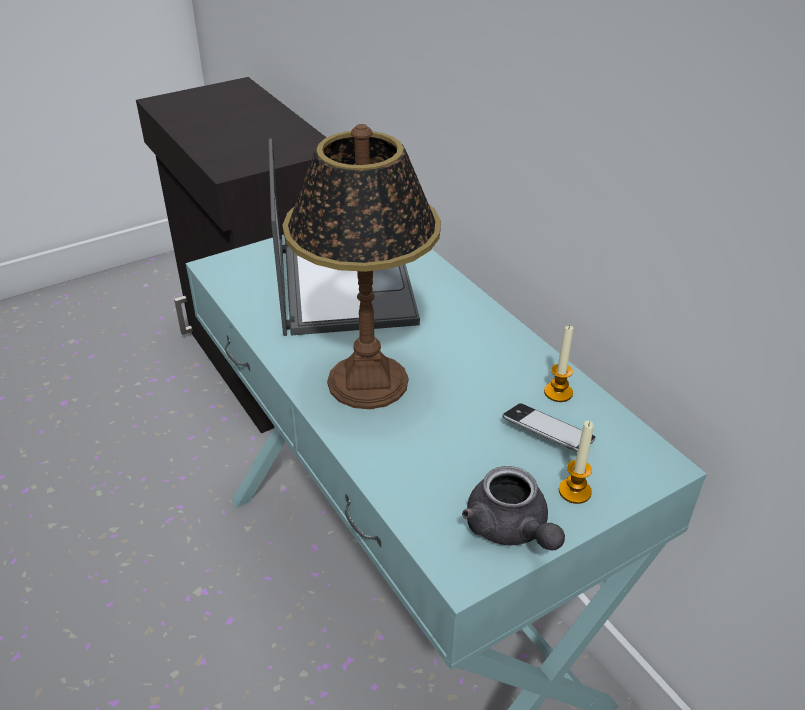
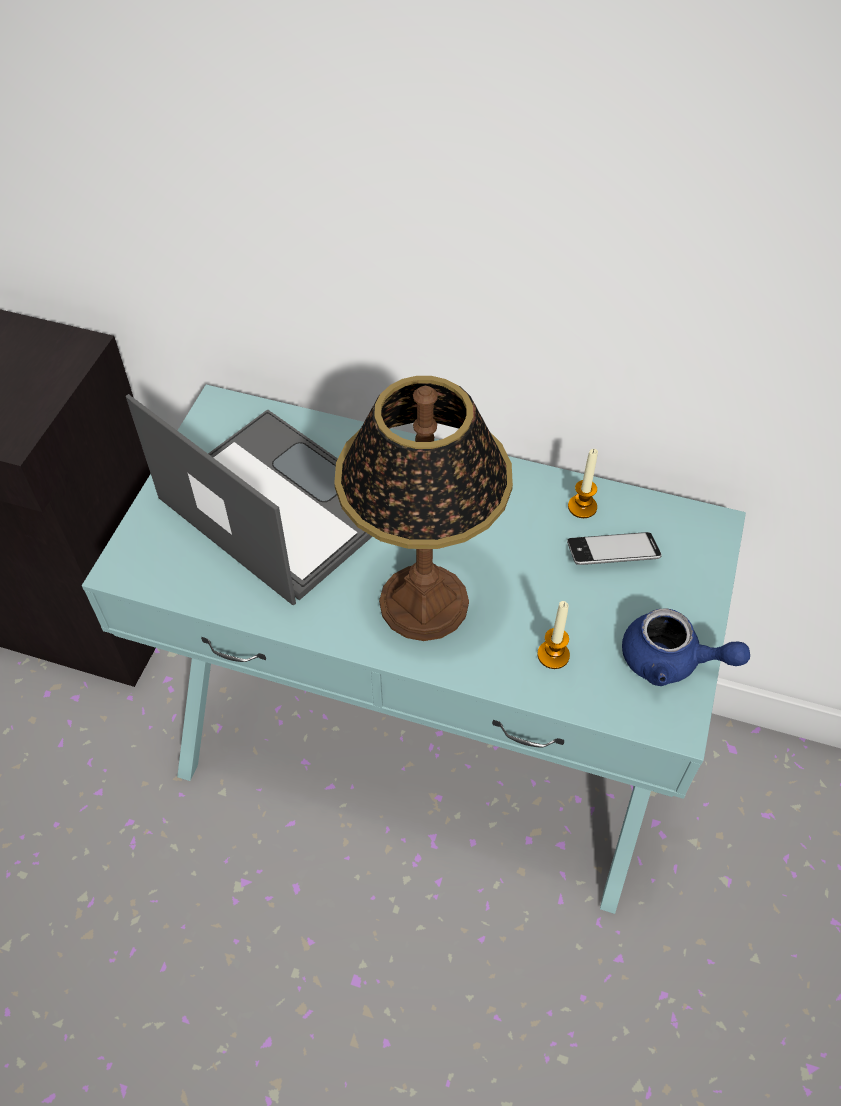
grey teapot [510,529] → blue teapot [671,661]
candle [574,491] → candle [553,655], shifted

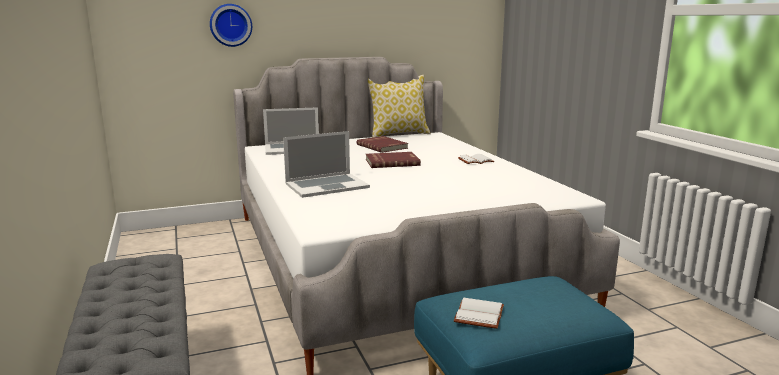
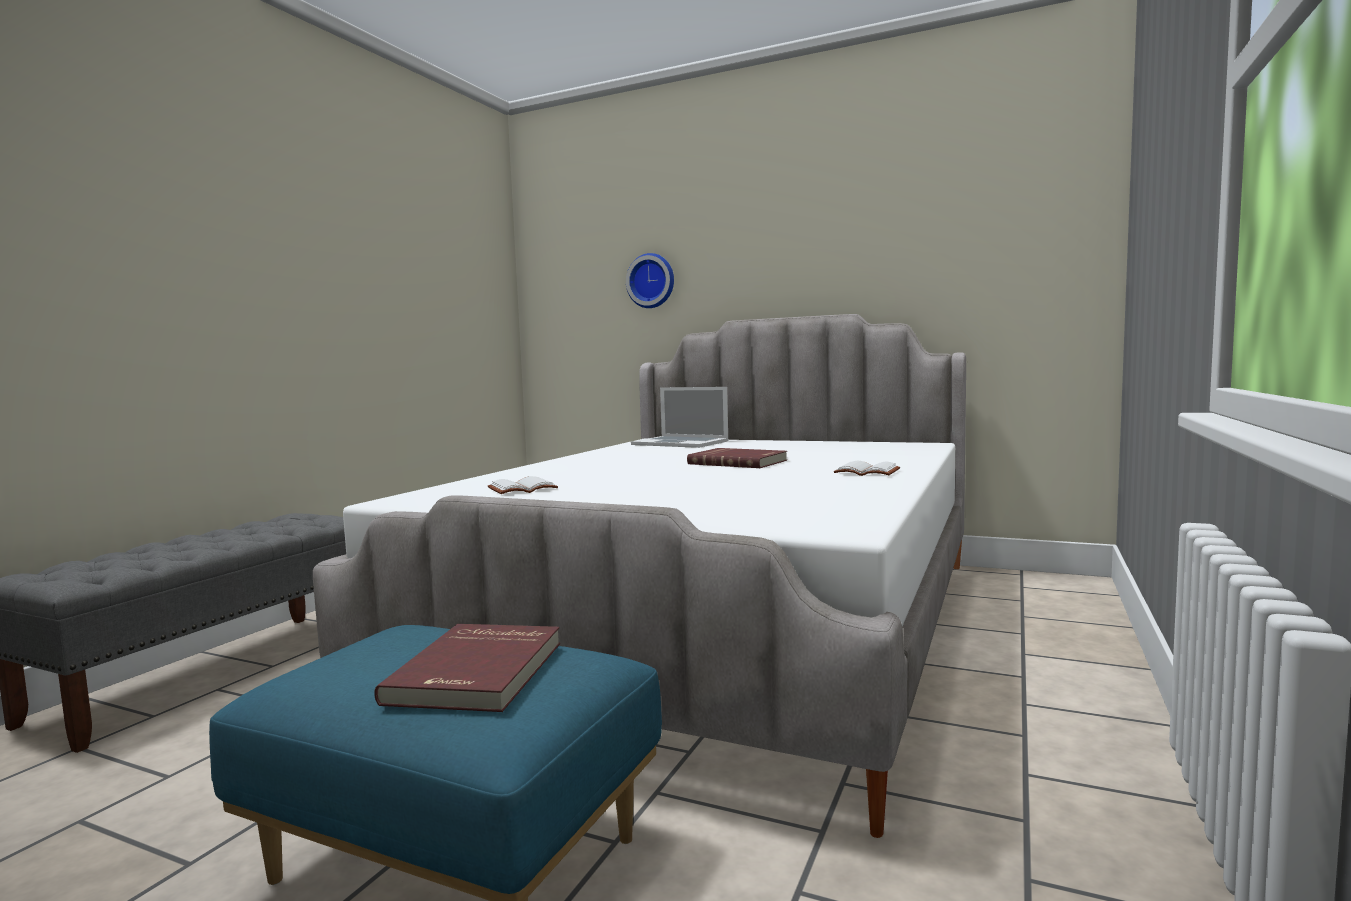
laptop [326,185] → -
red book [382,146] → red book [480,672], shifted
pillow [398,134] → -
white book [480,315] → white book [521,489], shifted

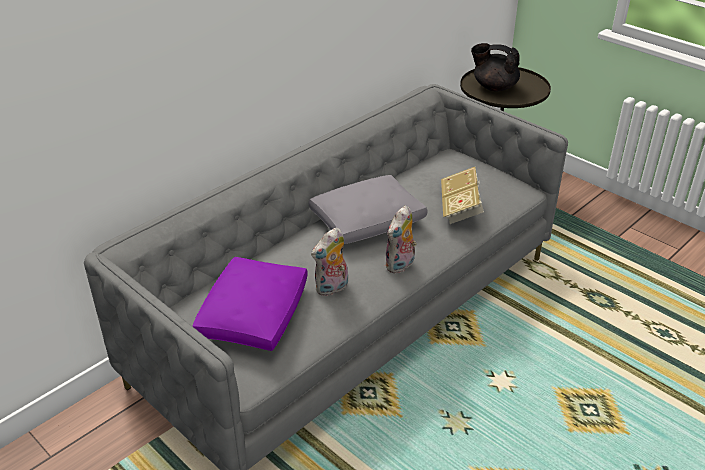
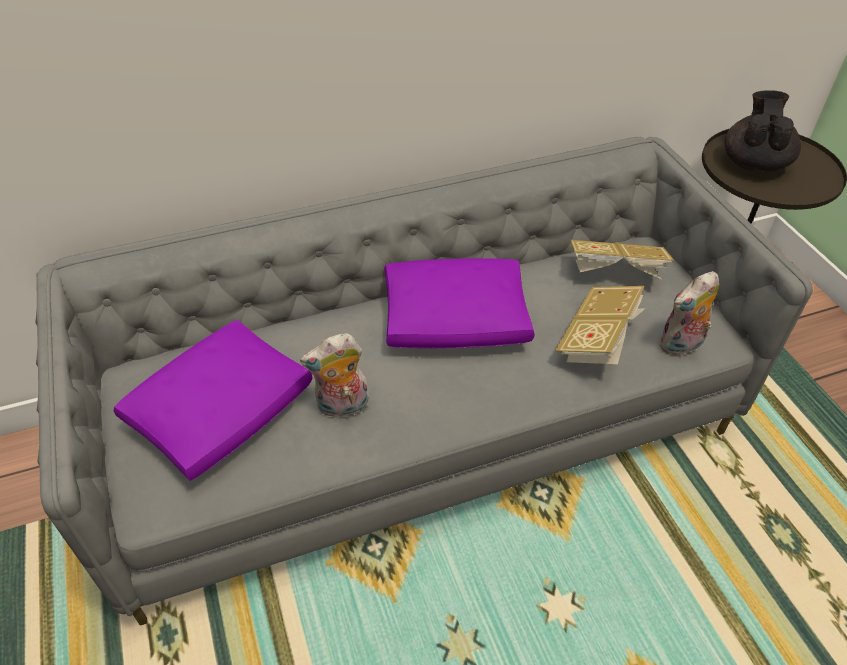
grey pillow [368,221] → purple pillow [456,318]
plush toy [400,265] → plush toy [681,346], shifted
black teapot [494,87] → black teapot [754,163], 60 degrees clockwise
- → book [614,273]

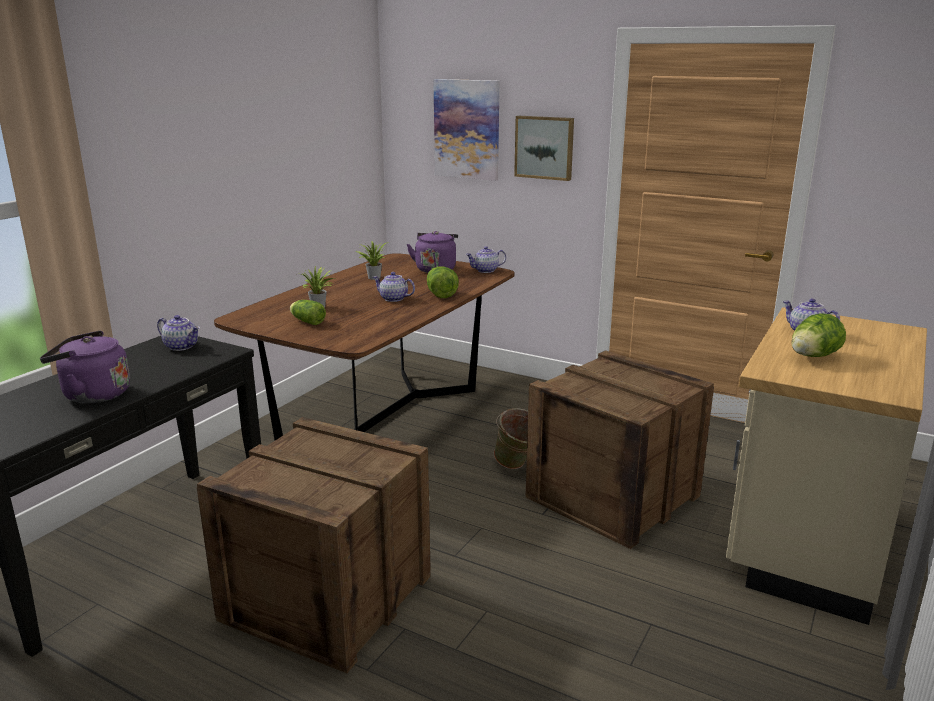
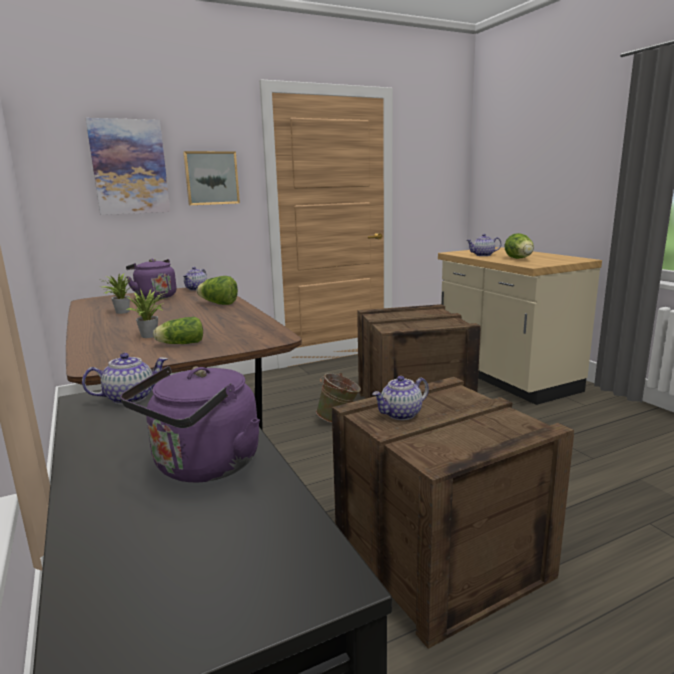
teapot [393,299] → teapot [401,414], shifted

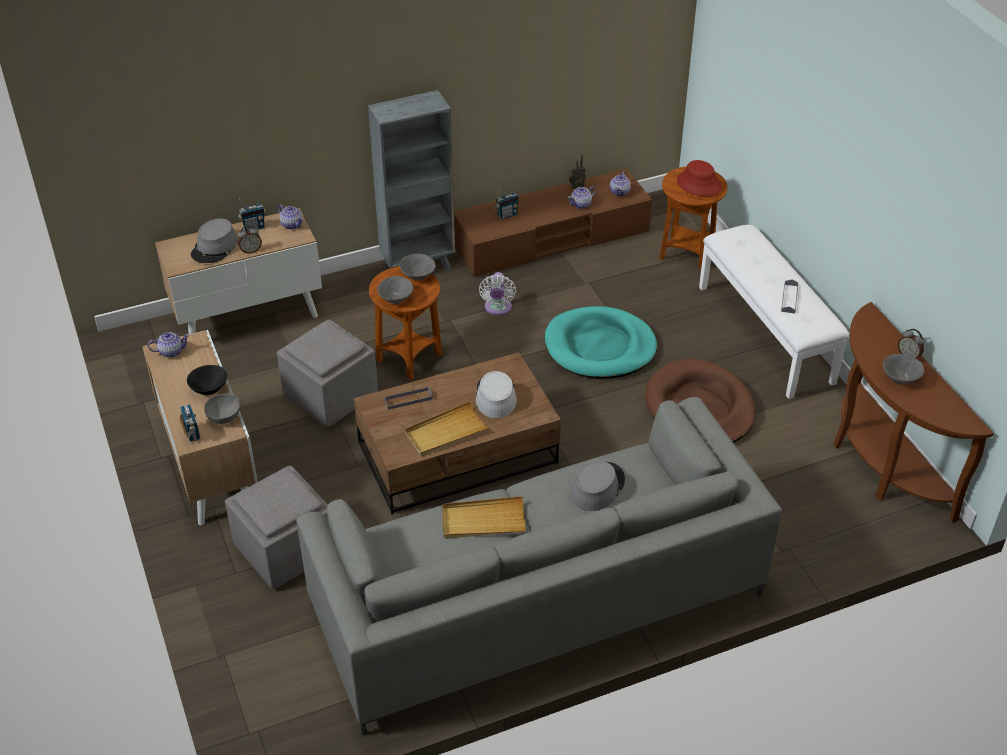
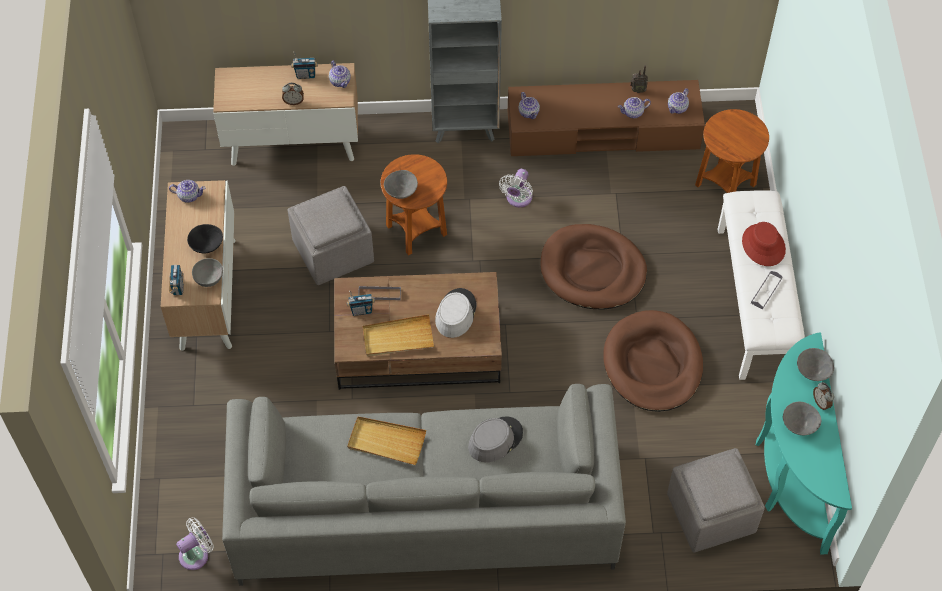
grey hat [214,248] → -
grey ottoman [285,551] → grey ottoman [710,514], shifted
grey bowl [418,276] → grey bowl [813,372], shifted
radio [507,215] → radio [361,310], shifted
turquoise dog bed [600,347] → brown dog bed [592,270]
red hat [699,184] → red hat [763,245], shifted
brown console table [880,462] → turquoise console table [789,473]
- → white fan [196,554]
- → teapot [528,112]

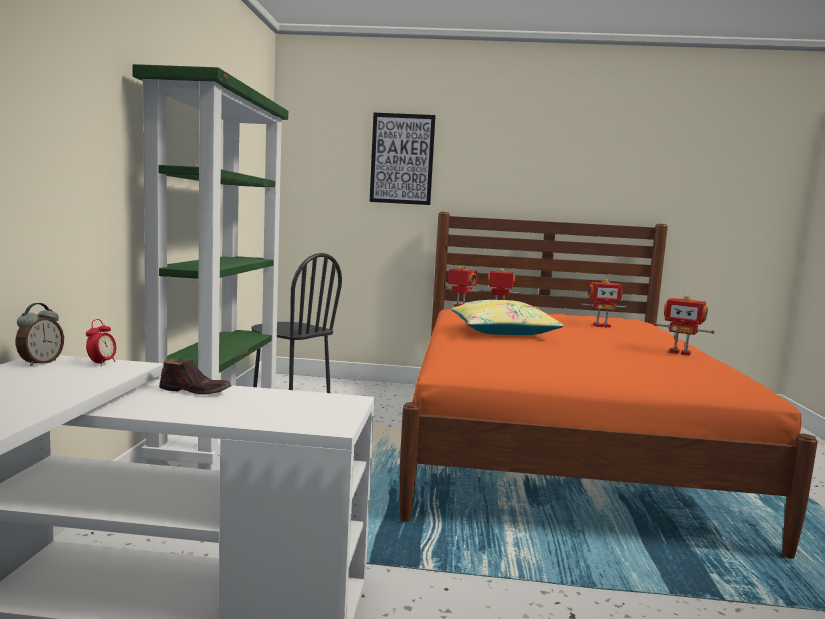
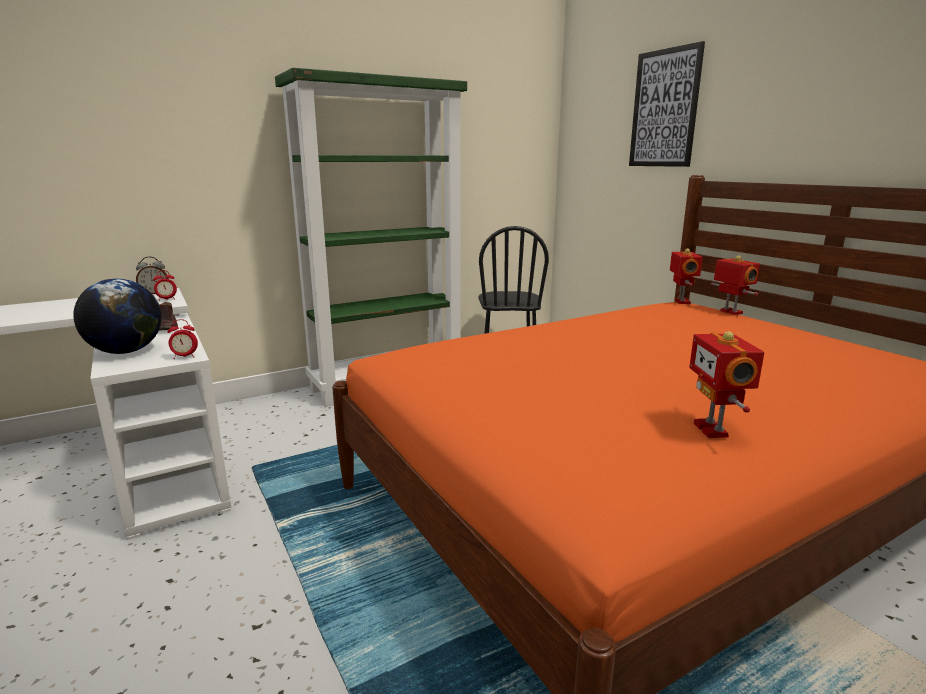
yellow pillow [502,331] → -
toy robot [601,326] → -
- → globe [125,351]
- → alarm clock [185,357]

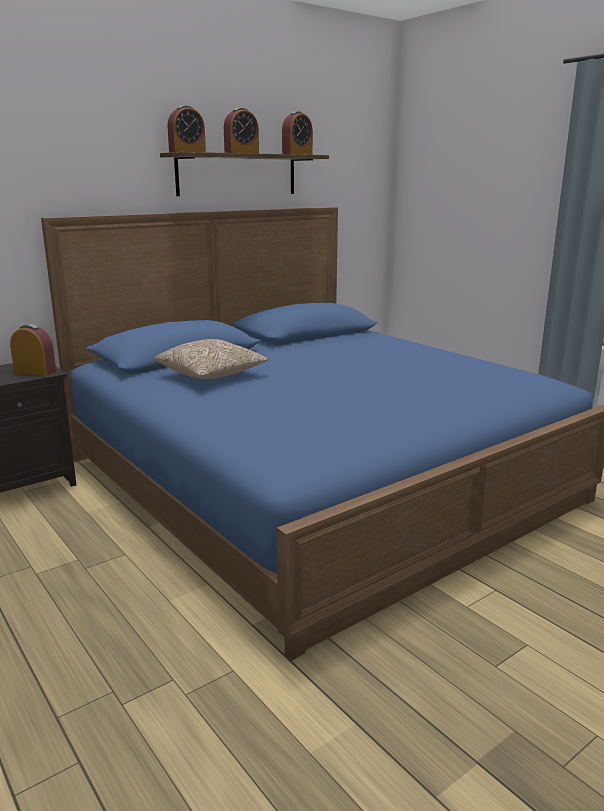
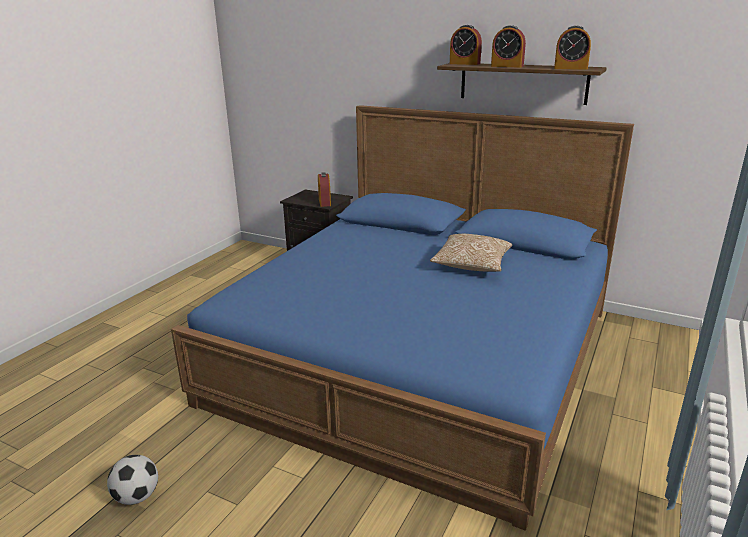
pillow [211,375] → pillow [471,265], shifted
- → football [137,497]

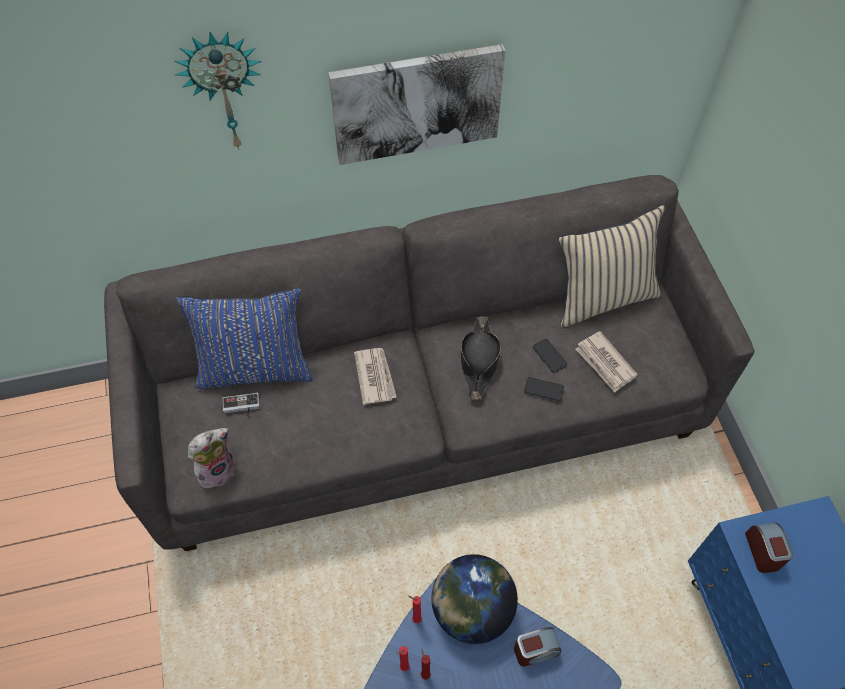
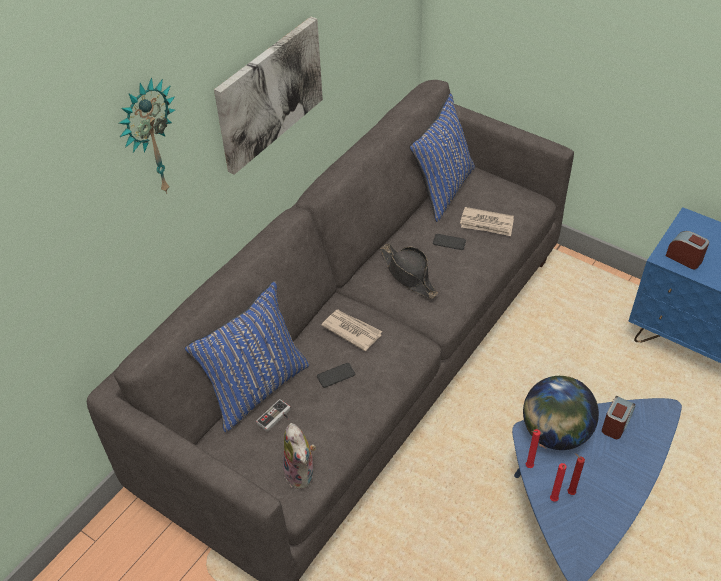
plush toy [217,469] → plush toy [302,473], 150 degrees clockwise
phone [544,389] → phone [336,375], shifted
beige pillow [602,298] → blue pillow [442,189]

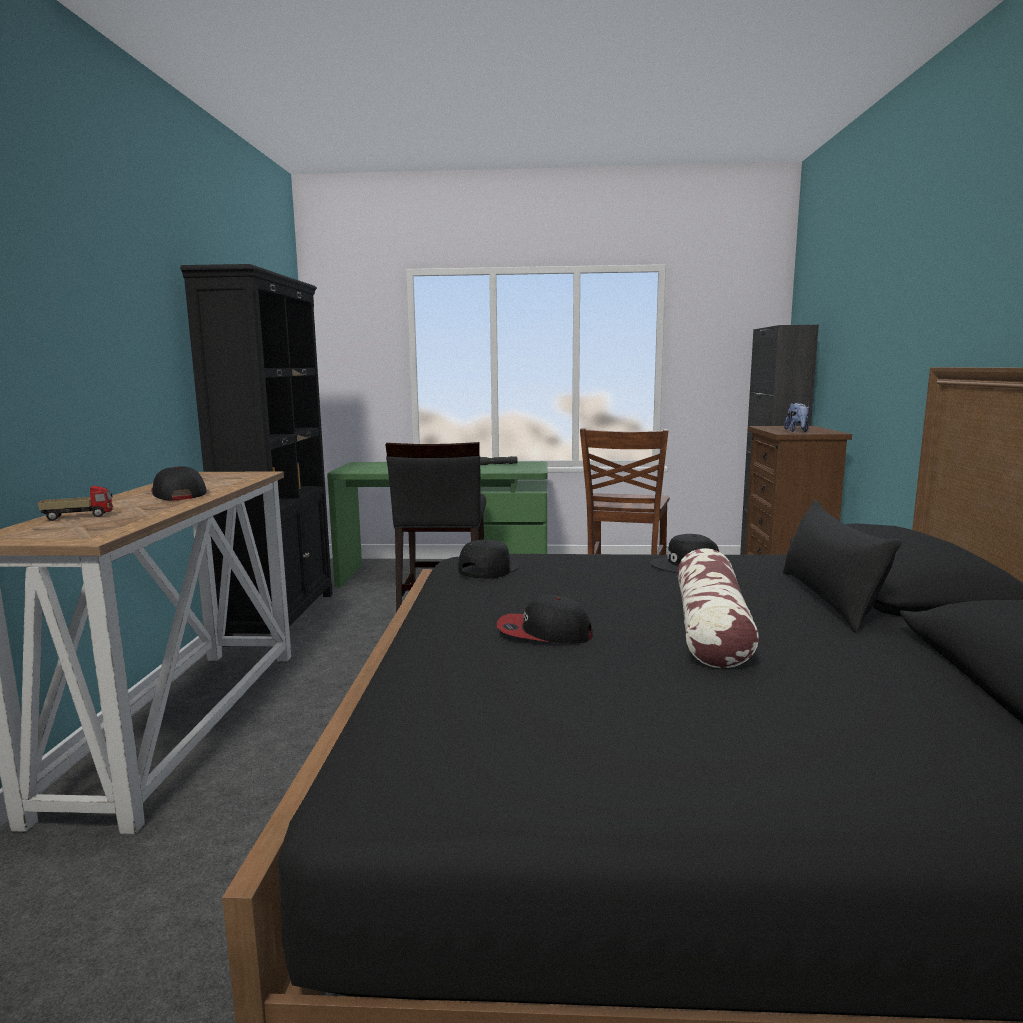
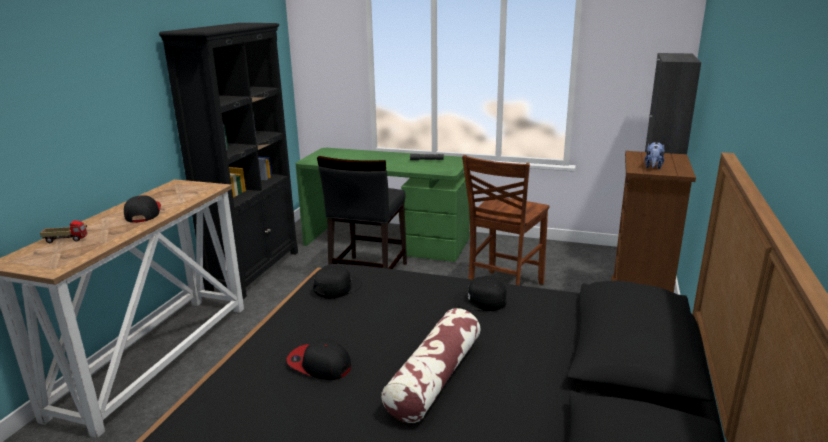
black pillow [829,599] → -

